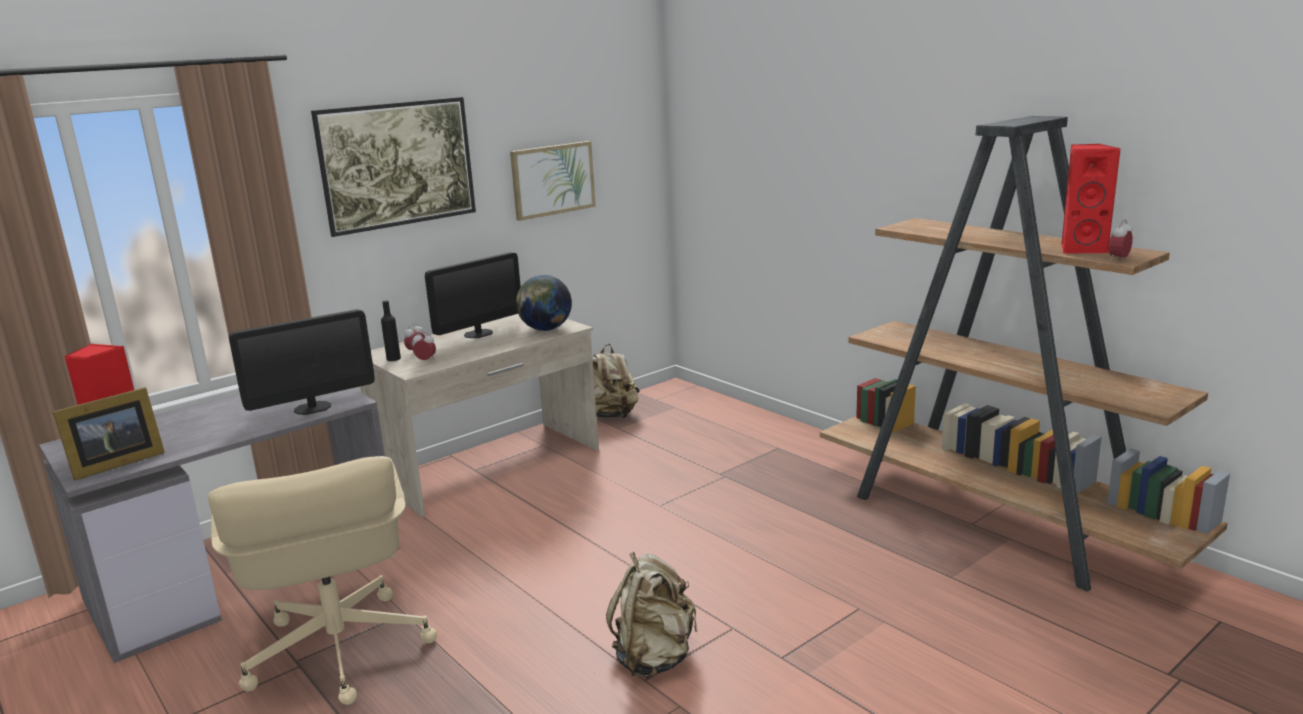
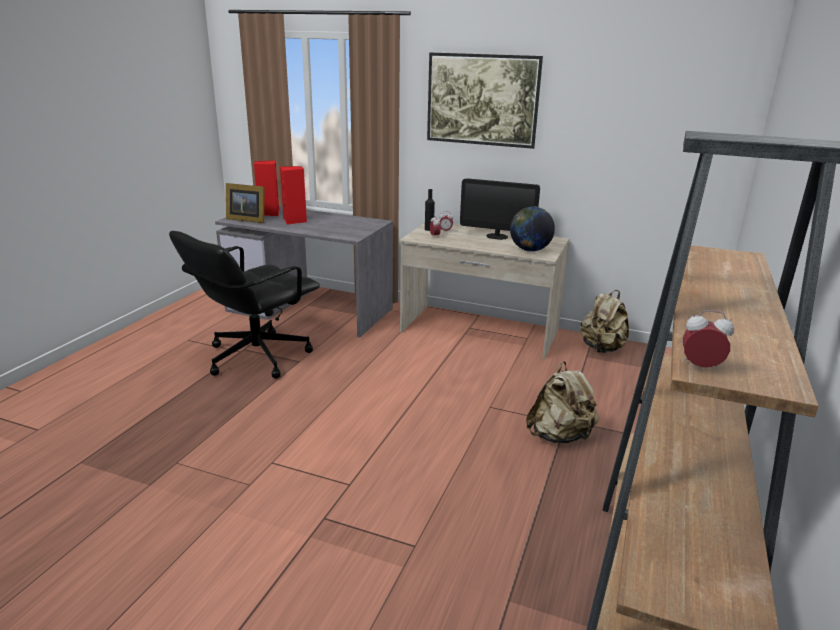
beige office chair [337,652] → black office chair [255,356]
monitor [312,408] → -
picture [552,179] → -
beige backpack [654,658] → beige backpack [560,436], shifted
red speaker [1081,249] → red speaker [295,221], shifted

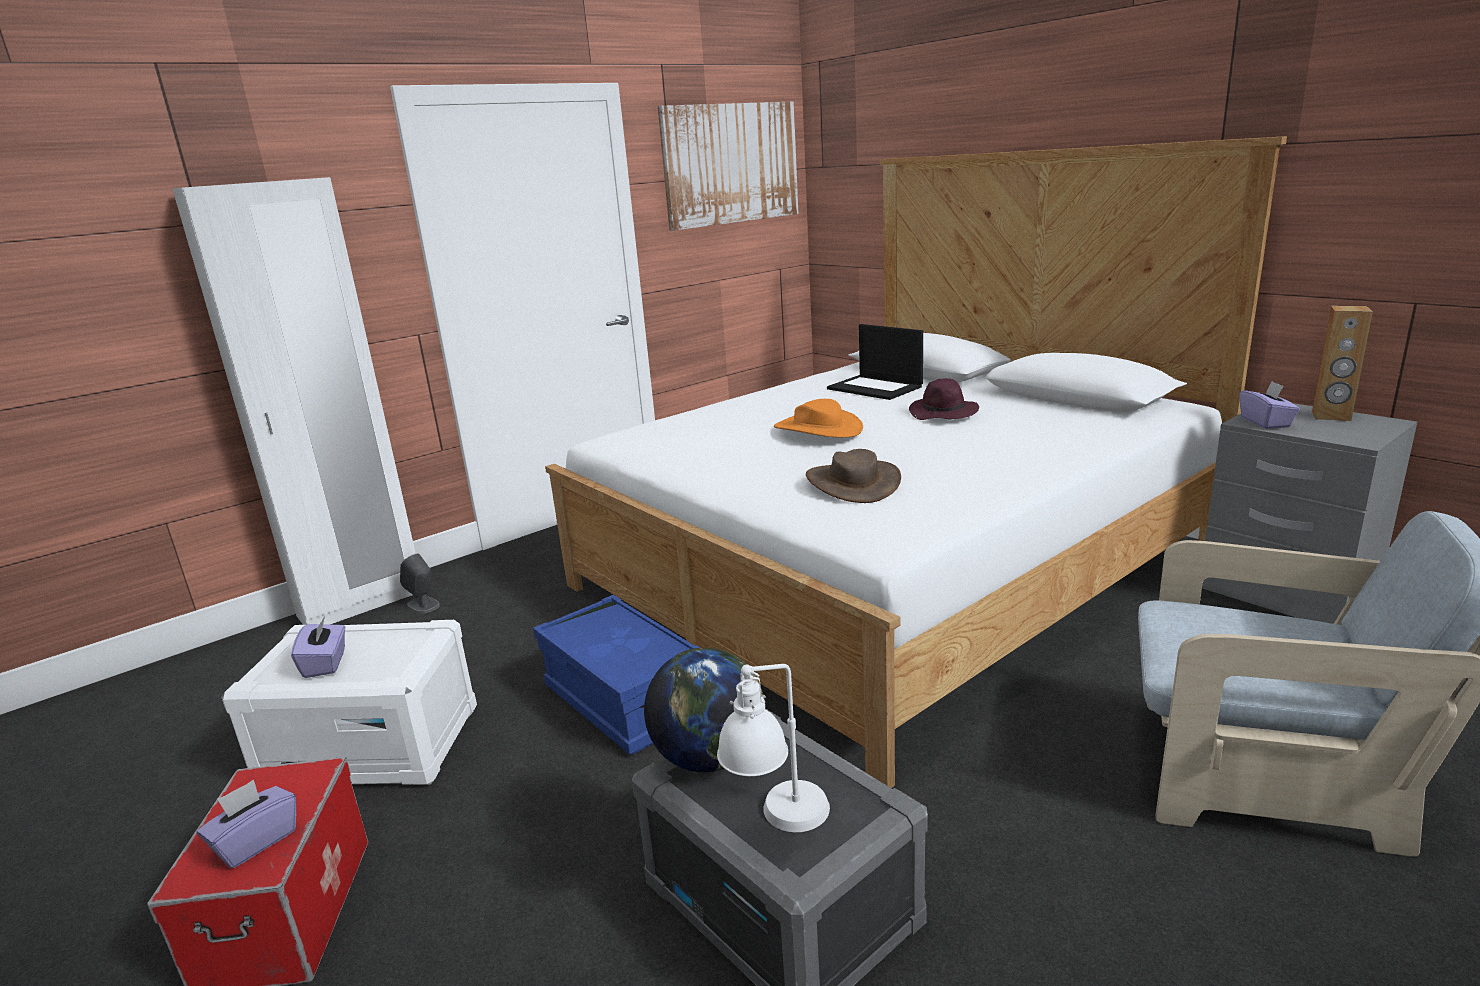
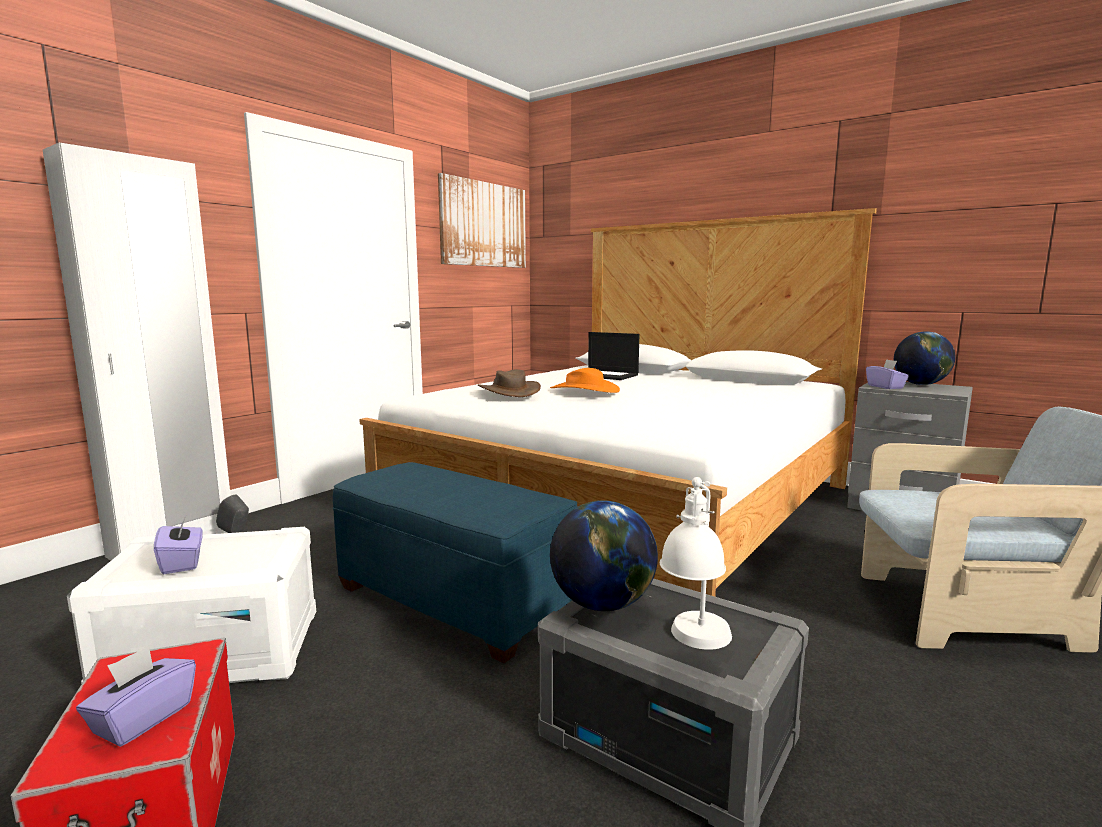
blue storage box [625,701] → blue ottoman [455,600]
brown hat [853,483] → brown hat [509,391], shifted
purple hat [944,413] → -
brown speaker [1331,416] → globe [920,385]

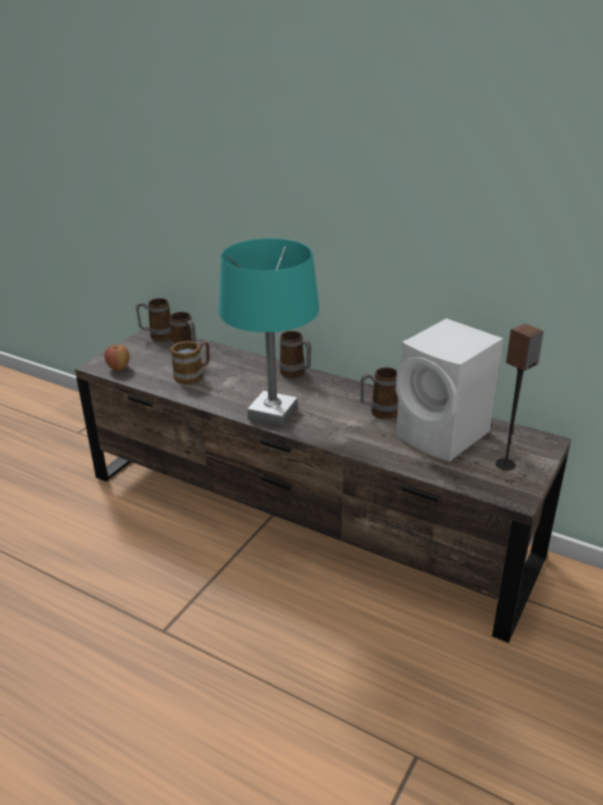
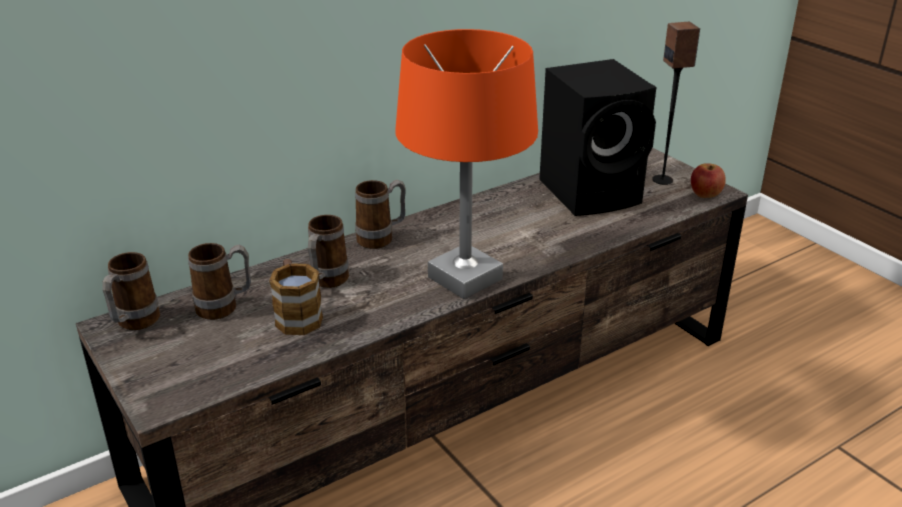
apple [118,368] → apple [705,195], shifted
turquoise table lamp [273,414] → orange table lamp [464,278]
mug [378,413] → mug [326,282], shifted
white speaker [444,436] → black speaker [593,192]

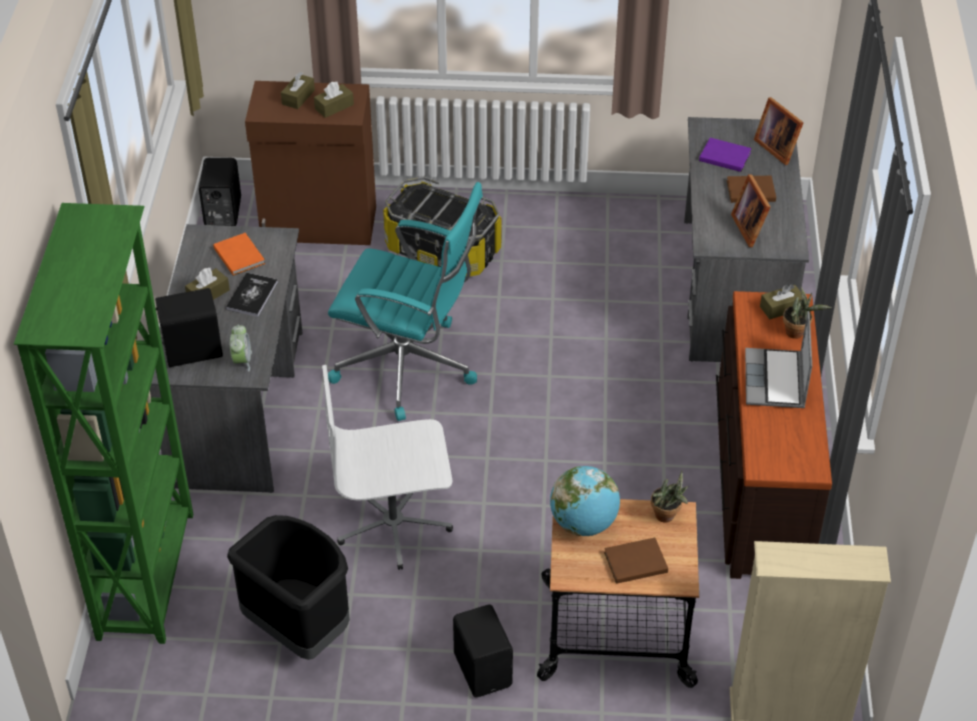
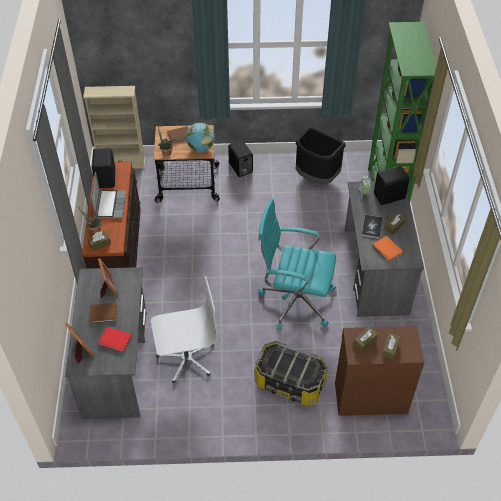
black speaker [221,213] → black speaker [107,178], shifted
white office chair [394,524] → white office chair [186,358], shifted
purple book [724,156] → red book [115,340]

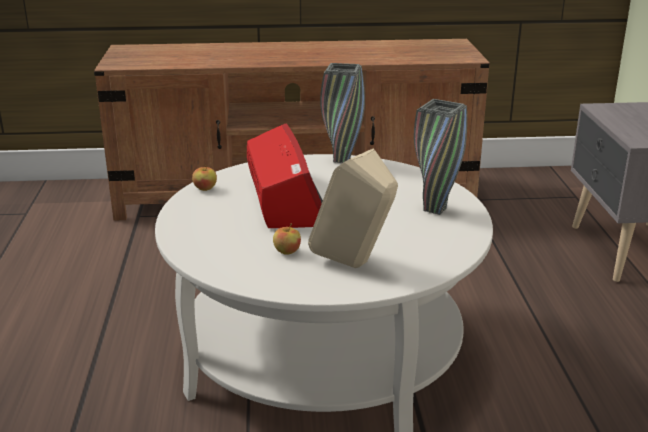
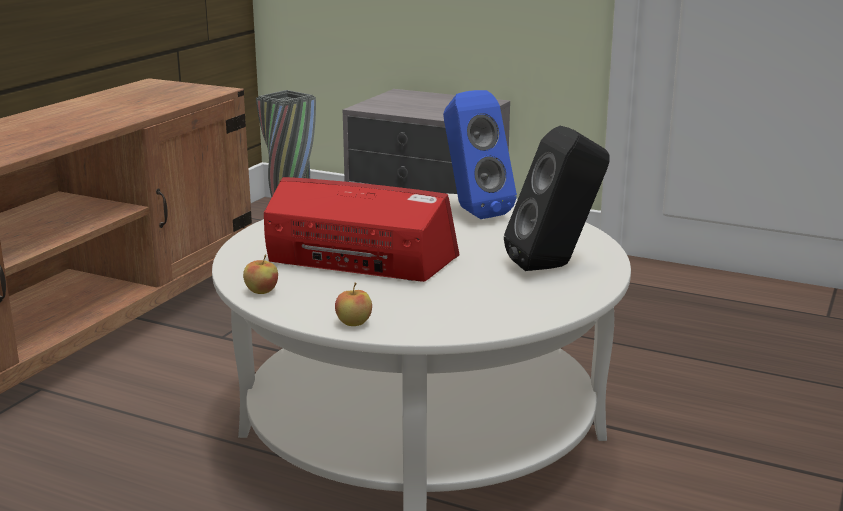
apple [287,252] → apple [354,323], shifted
beige speaker [355,266] → black speaker [555,267]
grey vase [435,209] → blue speaker [472,212]

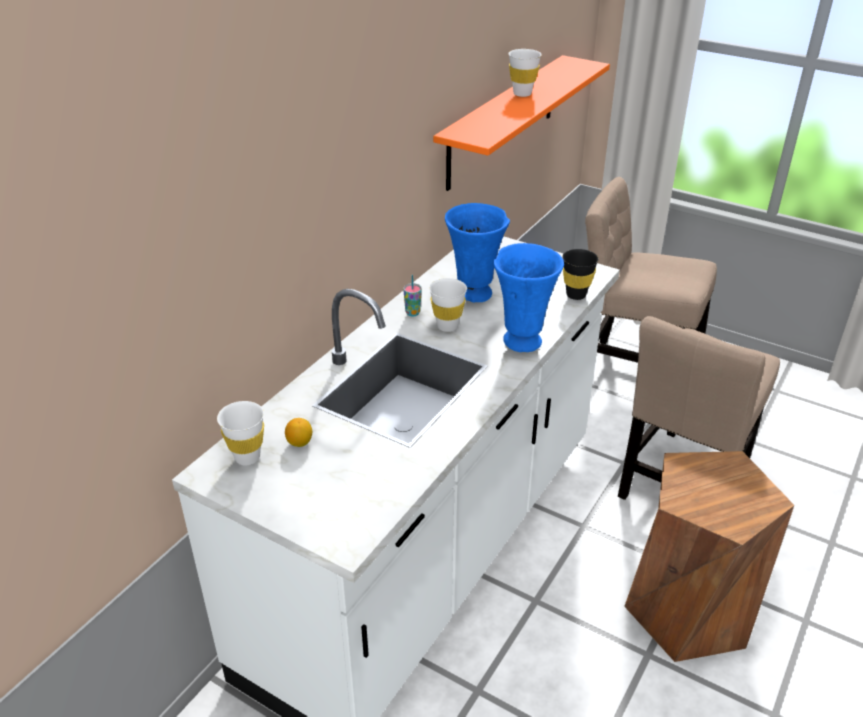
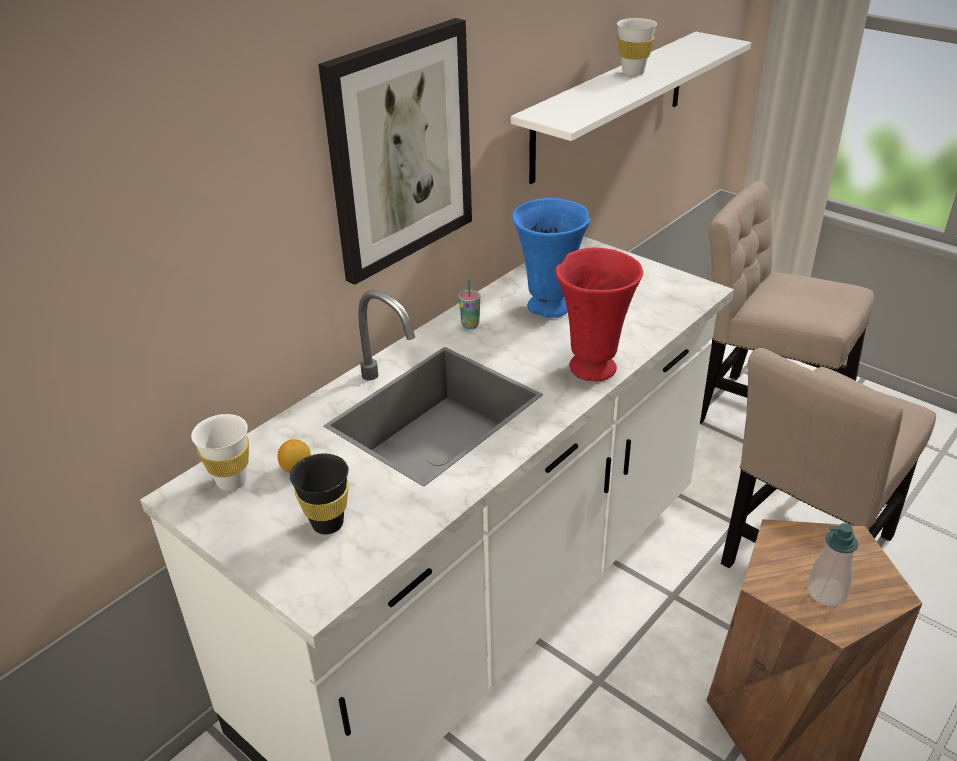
white cup [447,326] → -
orange shelf [502,121] → white shelf [610,105]
blue vase [522,340] → red vase [593,366]
black cup [576,295] → black cup [327,524], shifted
- → picture [400,150]
- → soap dispenser [826,592]

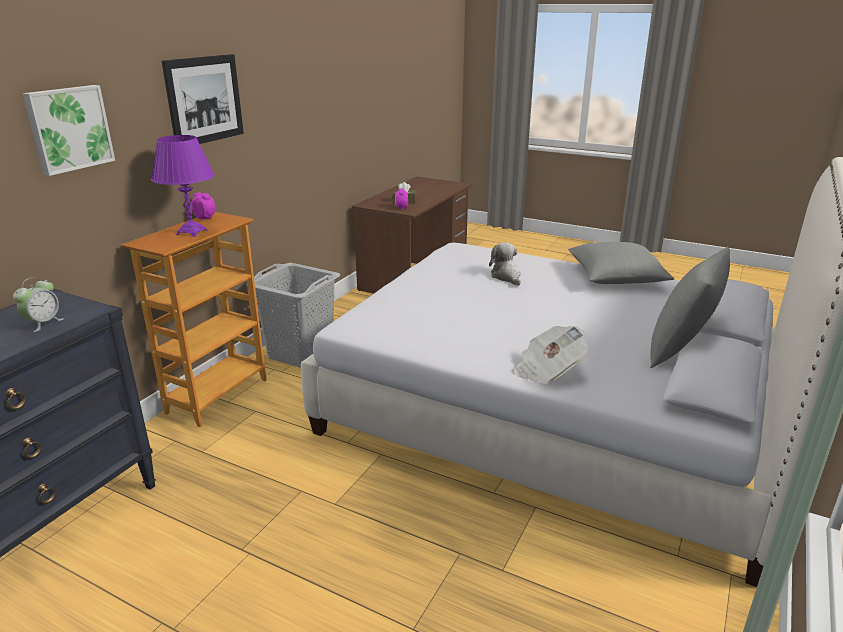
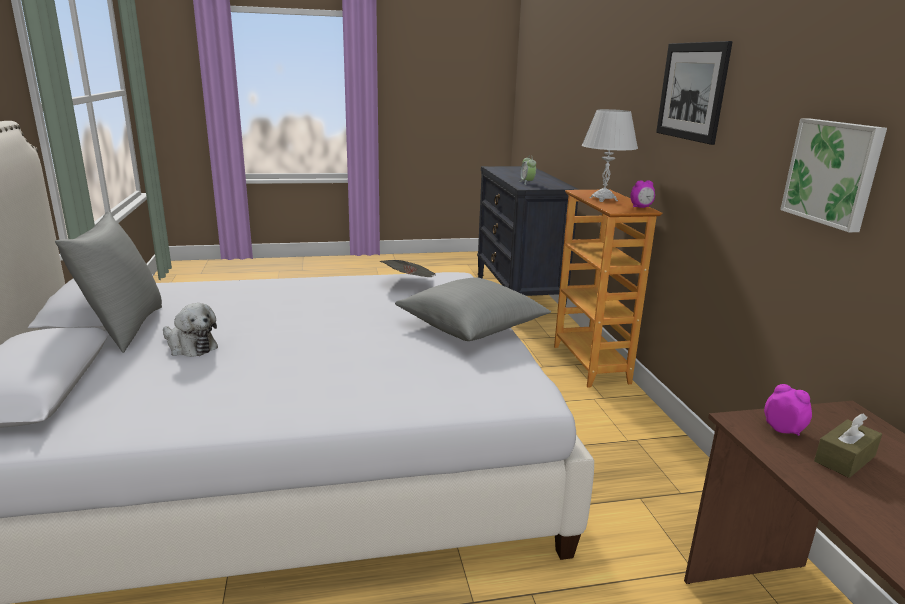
picture [69,128] → picture [833,172], shifted
purple table lamp [192,232] → white table lamp [603,199]
grey laundry basket [301,353] → -
plush toy [506,277] → plush toy [190,346], shifted
newspaper [547,371] → newspaper [410,284], shifted
grey pillow [616,277] → grey pillow [471,327], shifted

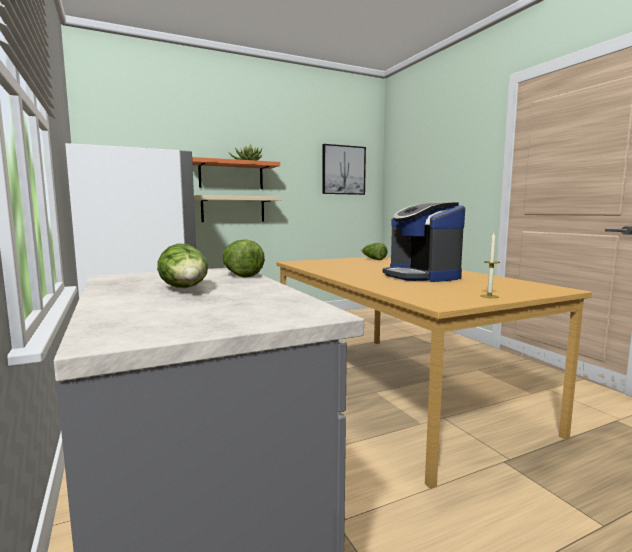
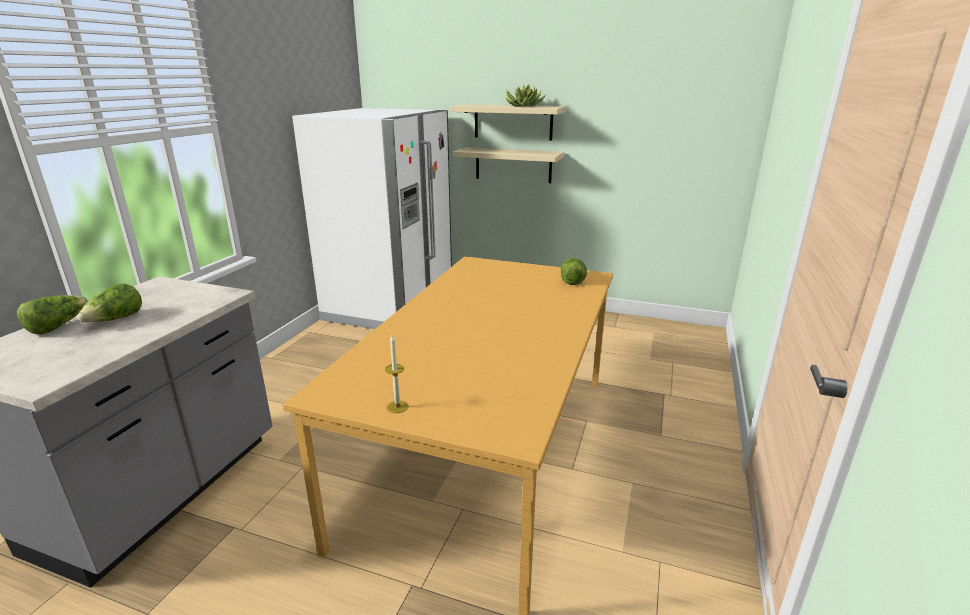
orange shelf [231,175] → beige shelf [513,122]
lettuce [241,274] → lettuce [58,326], shifted
picture [343,170] → -
coffee machine [422,276] → -

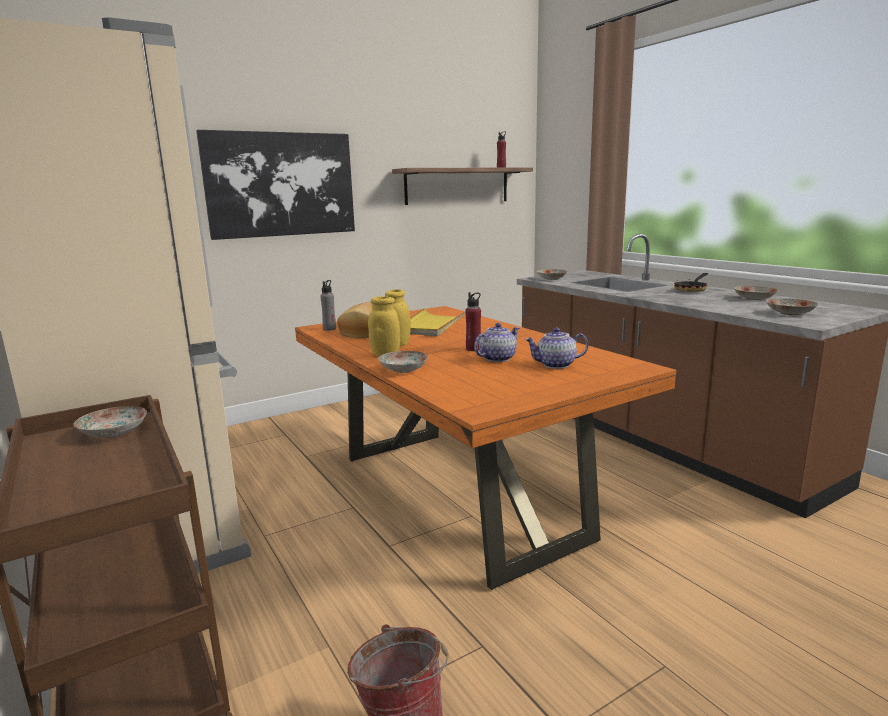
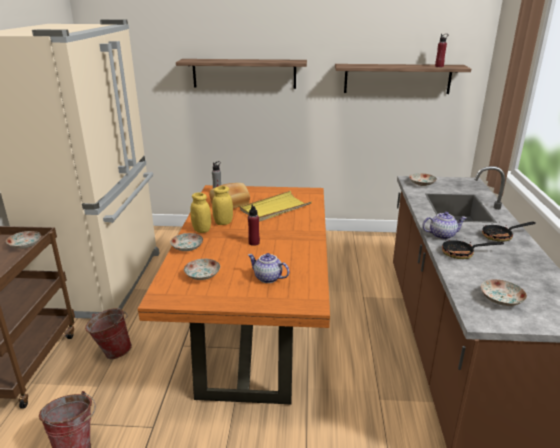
picture [281,184] → shelf [244,73]
teapot [497,358] → teapot [442,235], shifted
plate [754,298] → plate [202,275], shifted
- → bucket [112,351]
- → frying pan [462,253]

